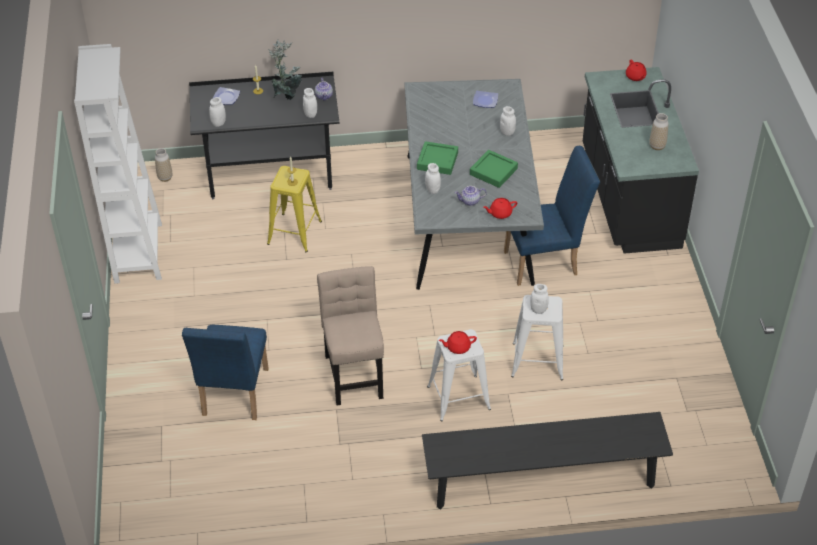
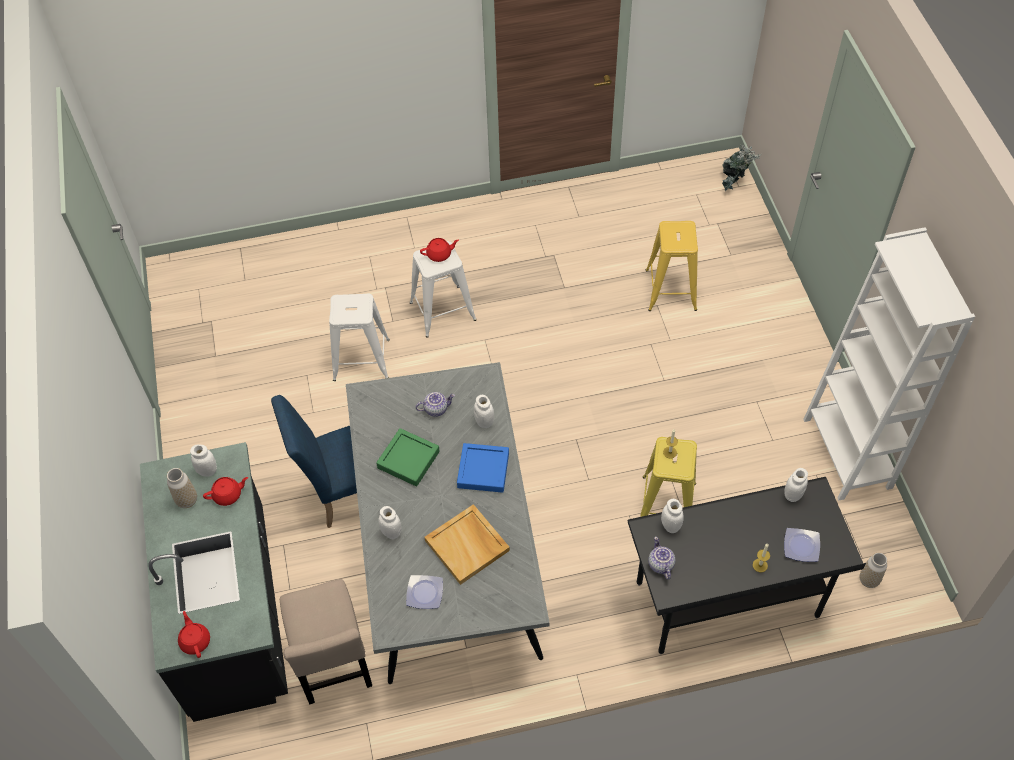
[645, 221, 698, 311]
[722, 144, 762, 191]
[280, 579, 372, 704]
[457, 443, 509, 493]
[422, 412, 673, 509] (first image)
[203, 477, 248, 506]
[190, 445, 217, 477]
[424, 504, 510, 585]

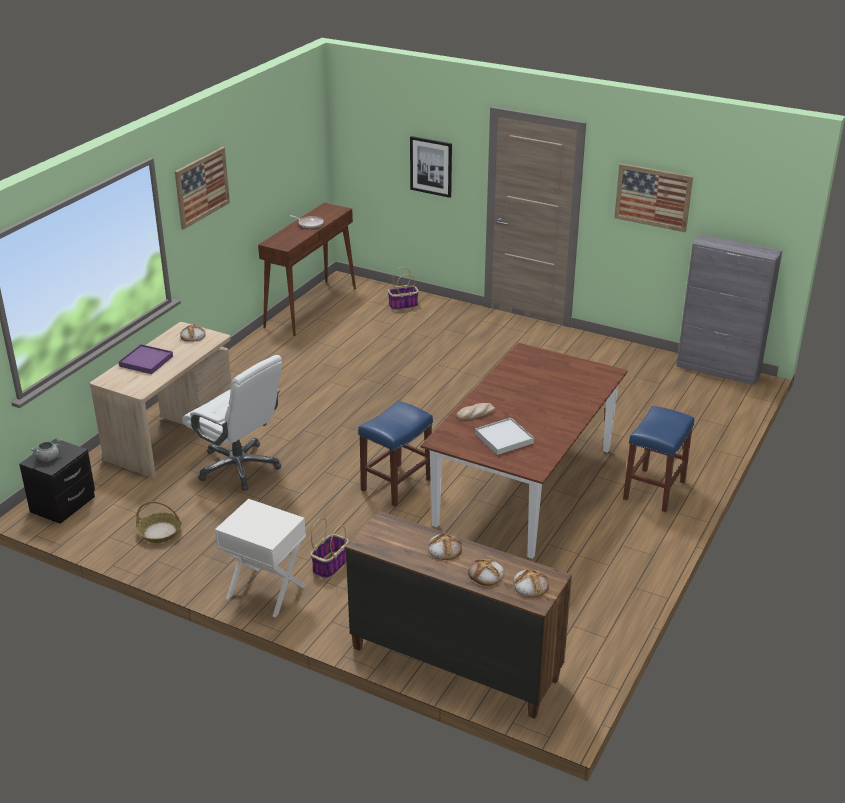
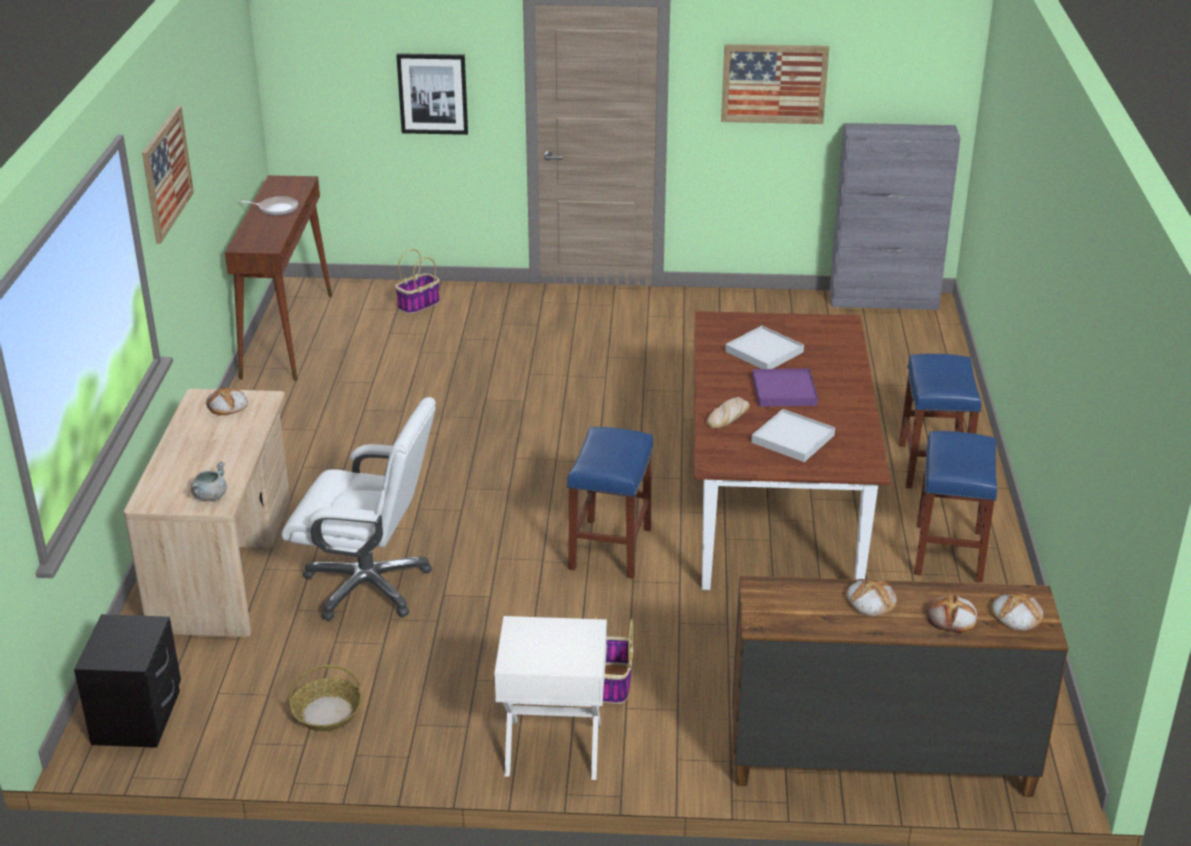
[191, 461, 227, 501]
[752, 368, 818, 407]
[725, 326, 804, 369]
[914, 431, 997, 583]

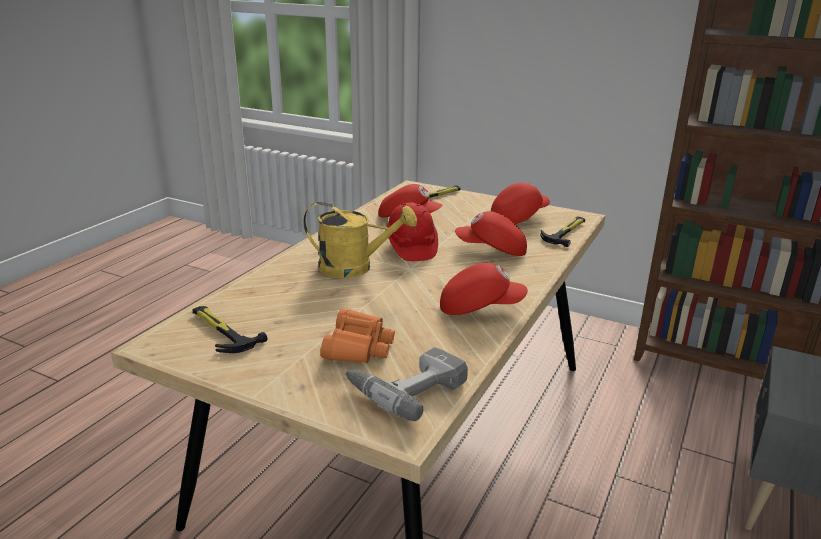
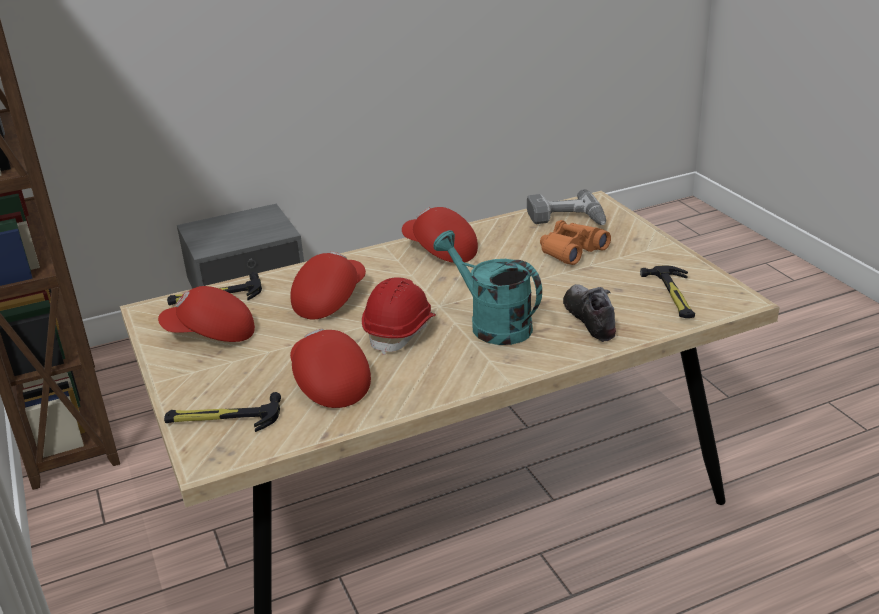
[433, 230, 542, 345]
[290, 251, 366, 319]
[563, 284, 616, 342]

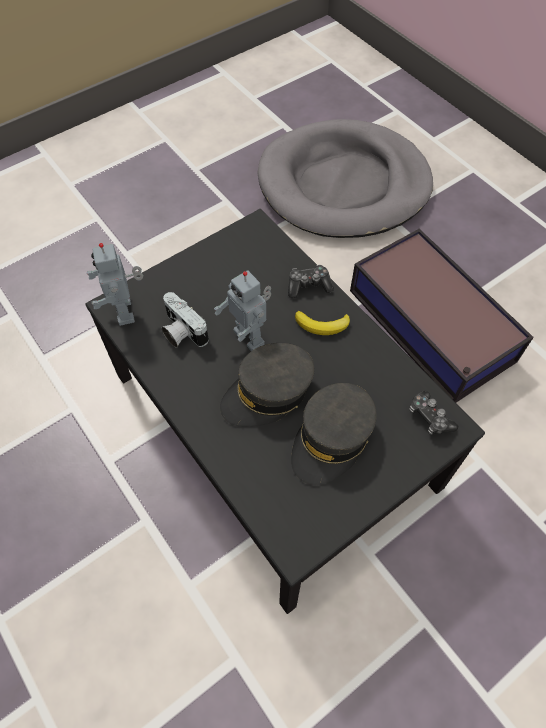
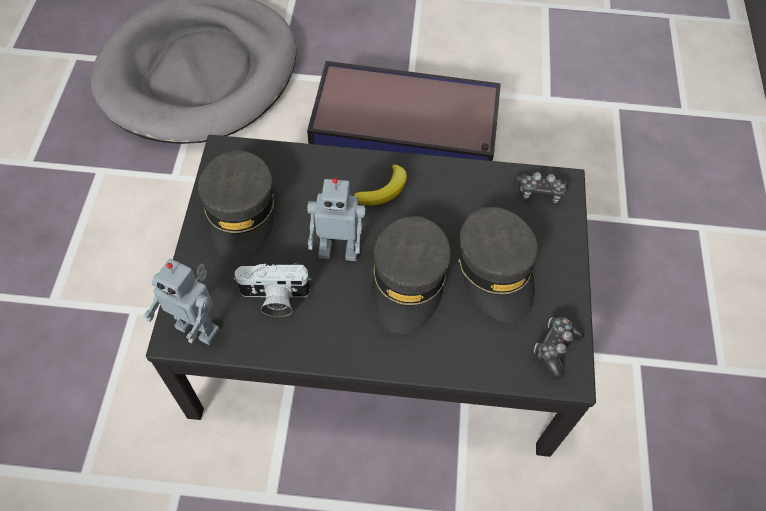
[534, 317, 584, 379]
[198, 151, 274, 261]

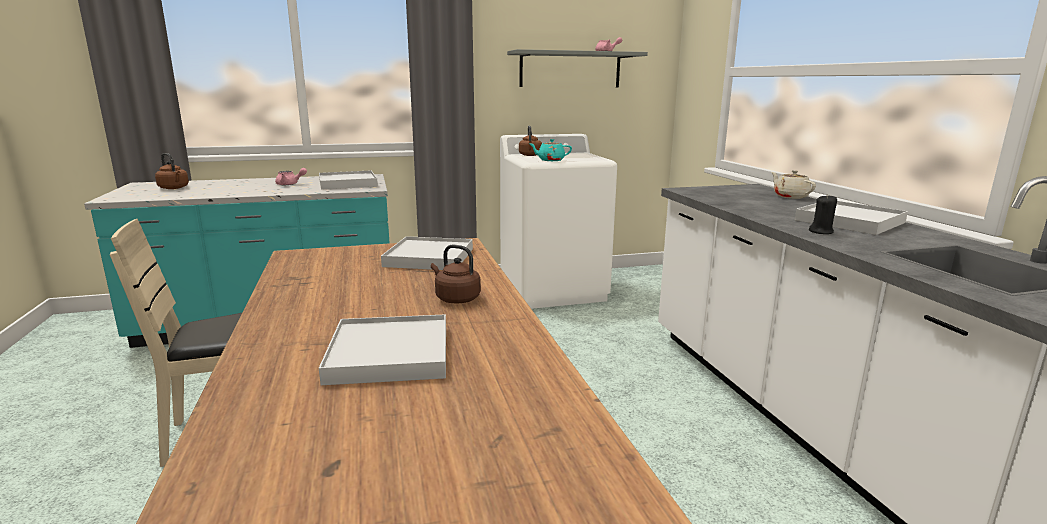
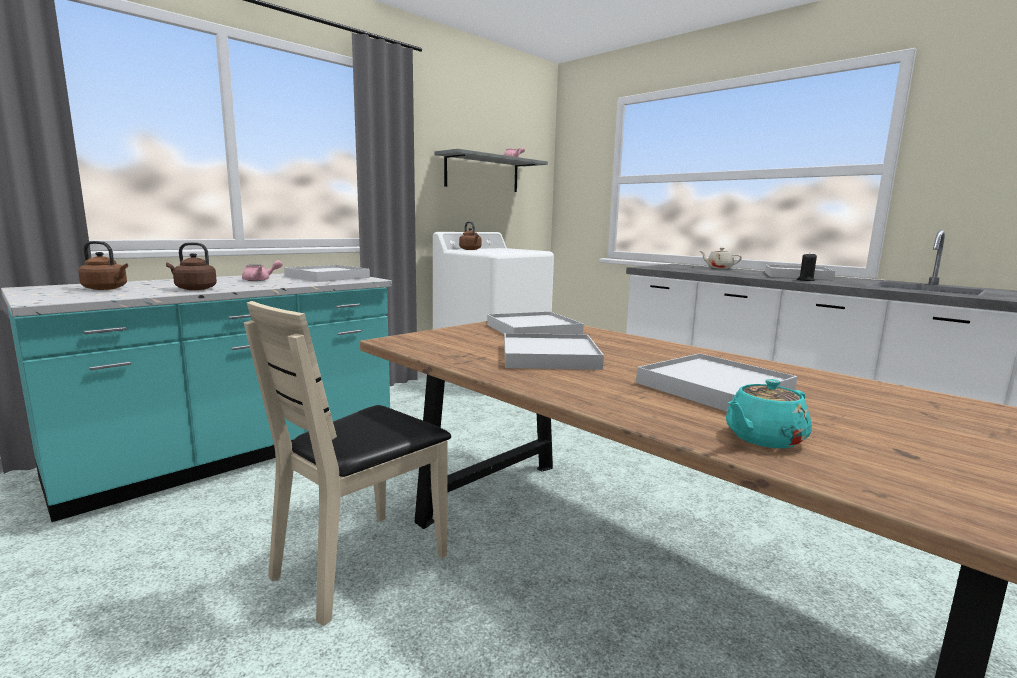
[166, 242, 217, 290]
[726, 379, 812, 448]
[504, 333, 604, 370]

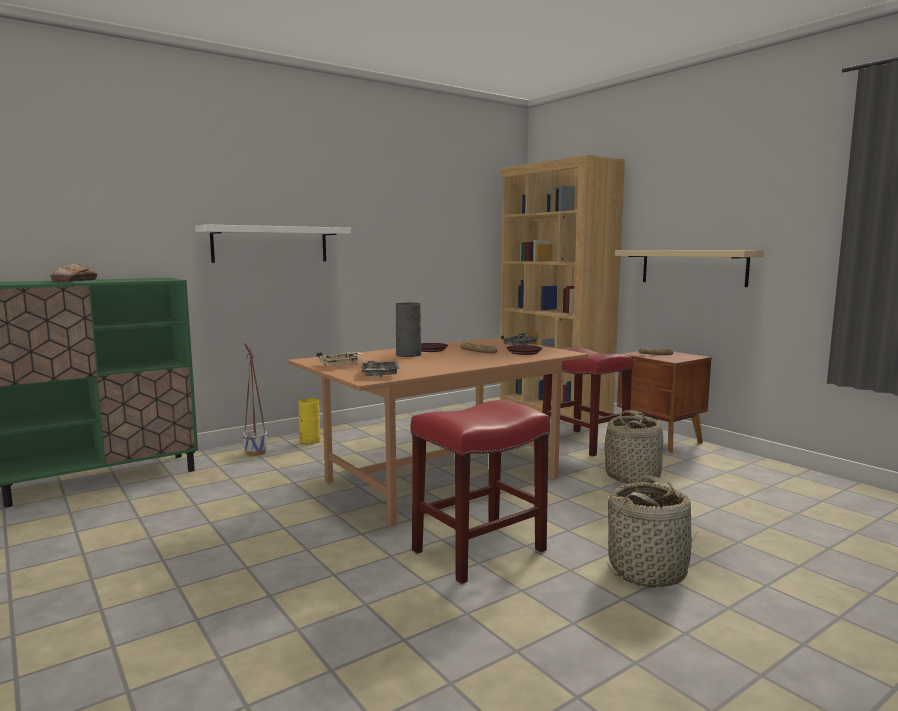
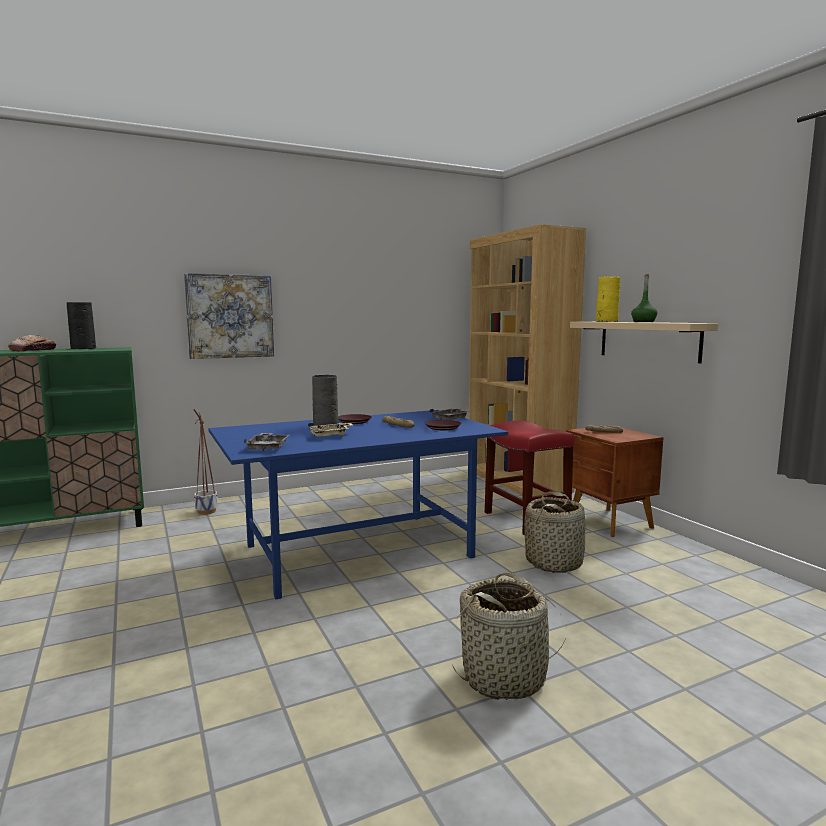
[184, 273, 274, 359]
[208, 410, 508, 600]
[596, 277, 620, 322]
[308, 422, 353, 437]
[411, 400, 550, 584] (first image)
[67, 302, 96, 349]
[631, 274, 658, 322]

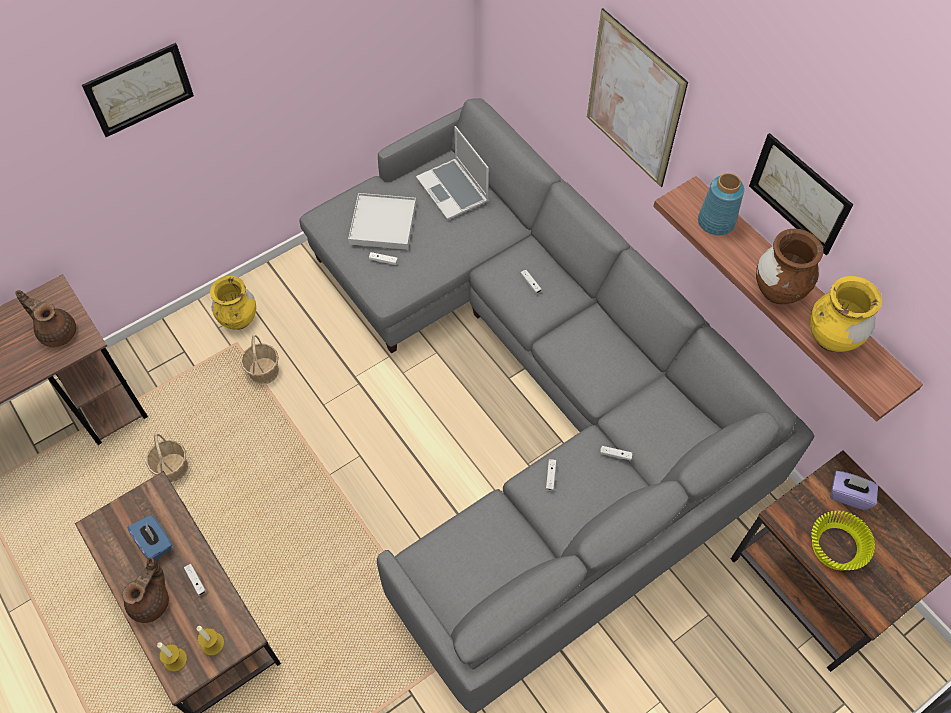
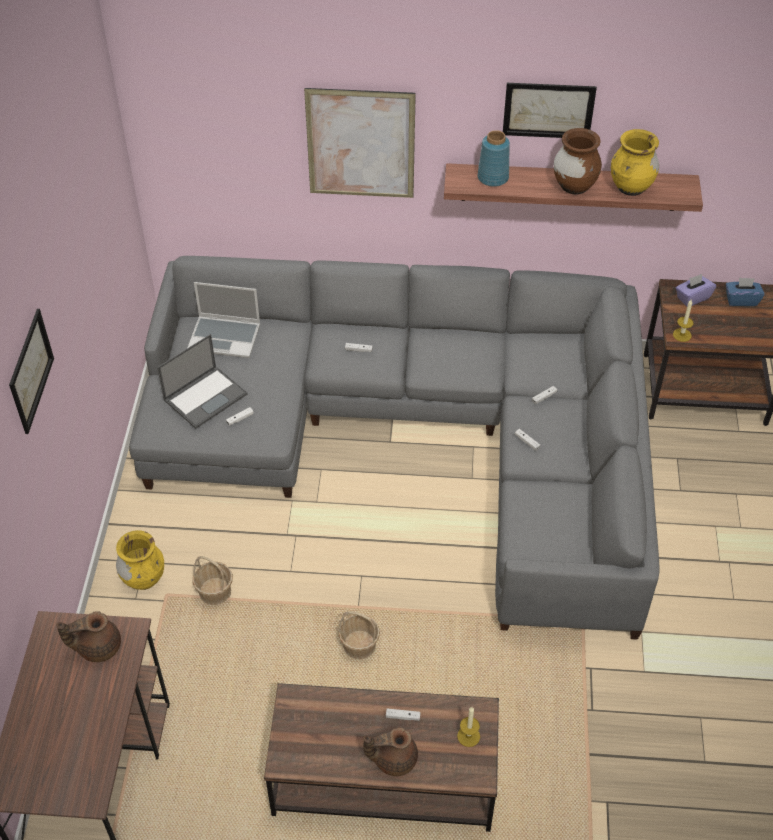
[363, 727, 418, 776]
[726, 277, 765, 306]
[338, 611, 380, 659]
[673, 300, 693, 342]
[157, 334, 248, 429]
[811, 511, 875, 570] (first image)

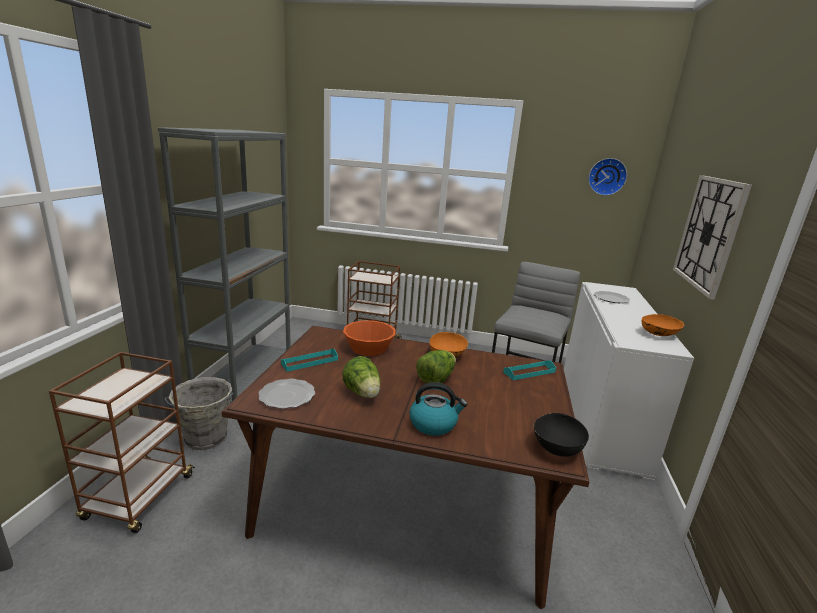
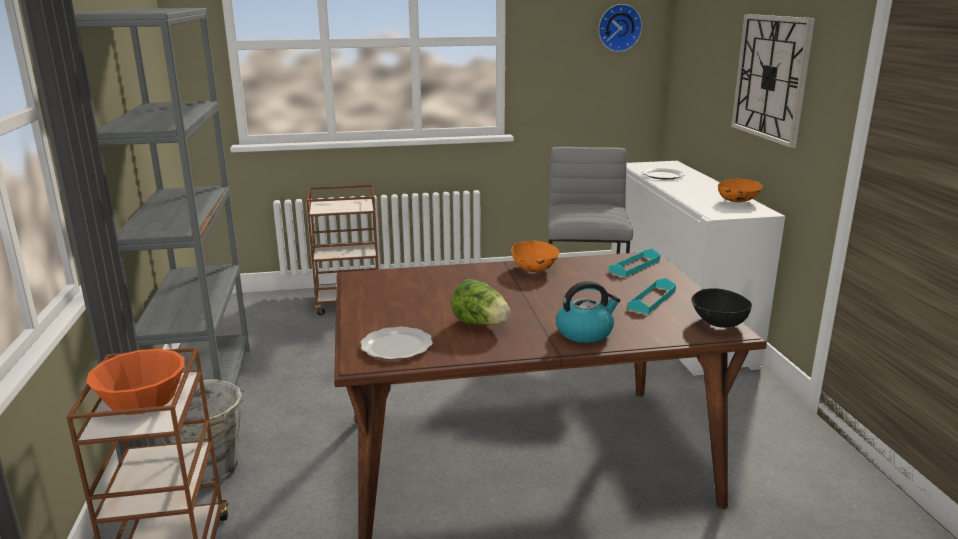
[627, 278, 676, 314]
[86, 349, 185, 415]
[416, 350, 456, 384] (first image)

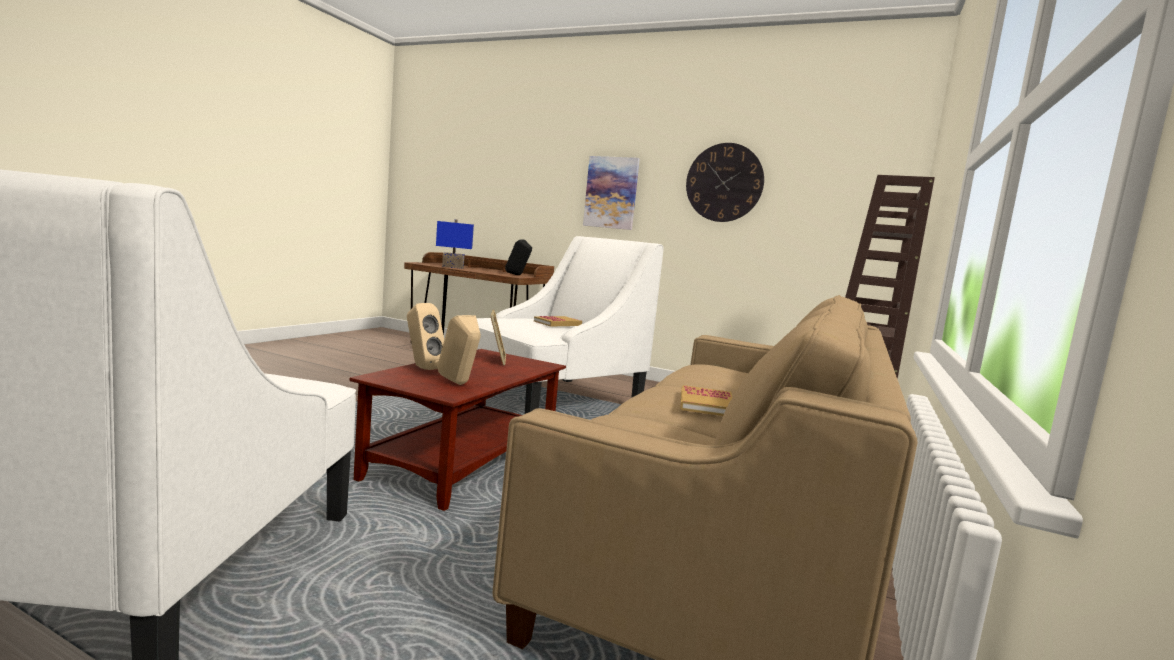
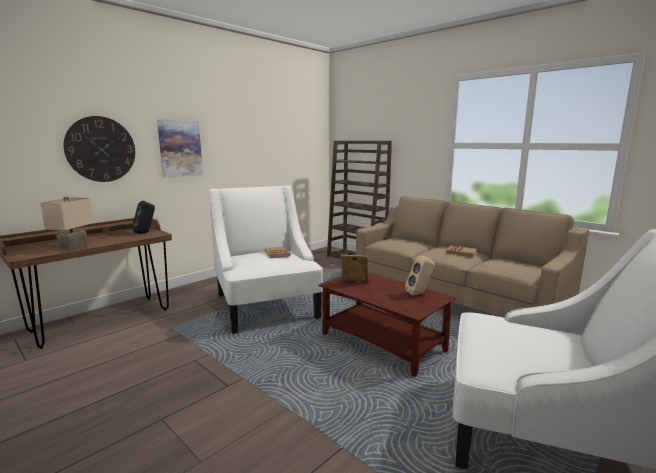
[407, 303, 444, 370] (first image)
[40, 196, 94, 250]
[63, 116, 135, 182]

